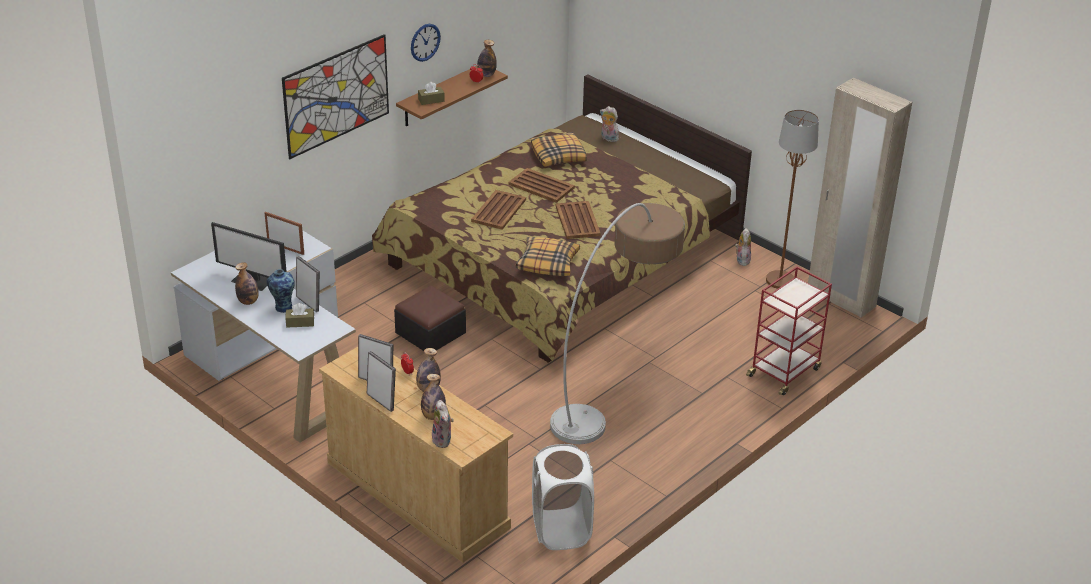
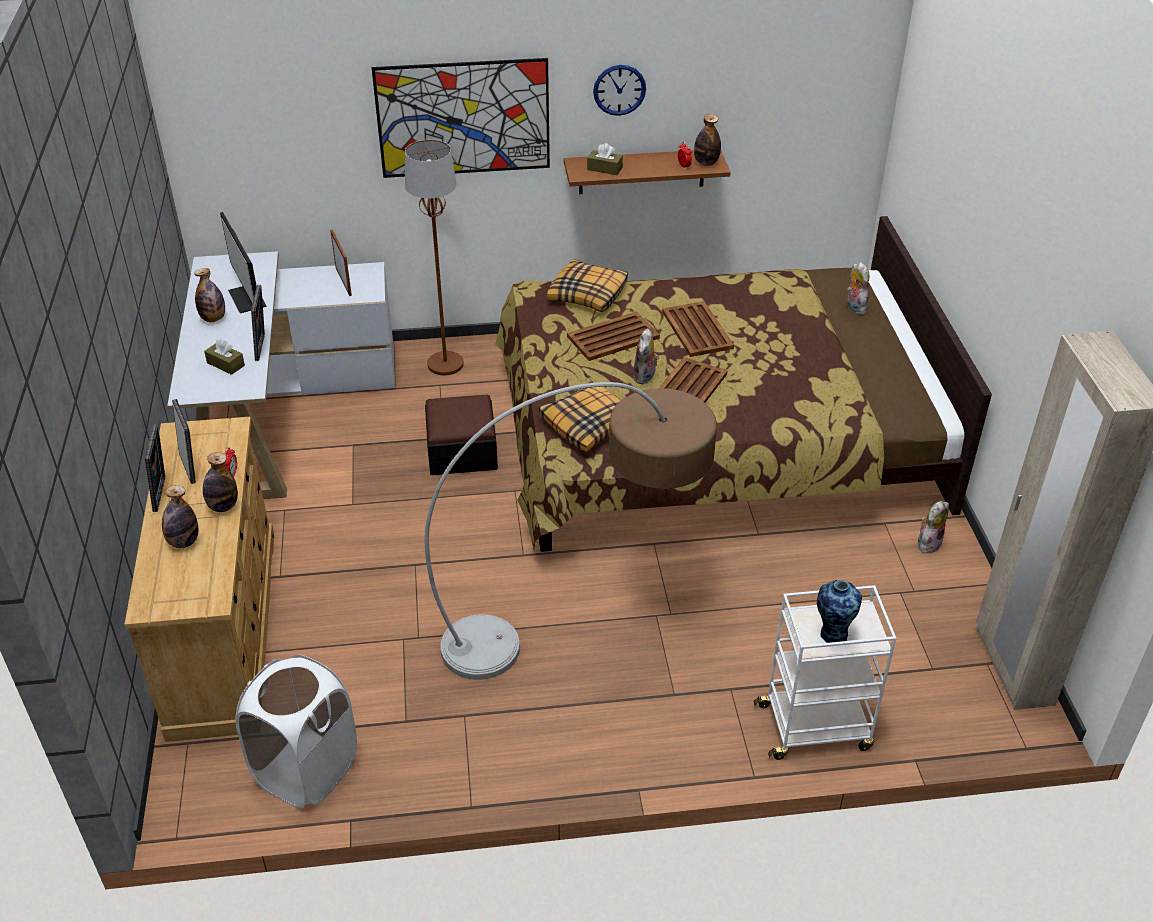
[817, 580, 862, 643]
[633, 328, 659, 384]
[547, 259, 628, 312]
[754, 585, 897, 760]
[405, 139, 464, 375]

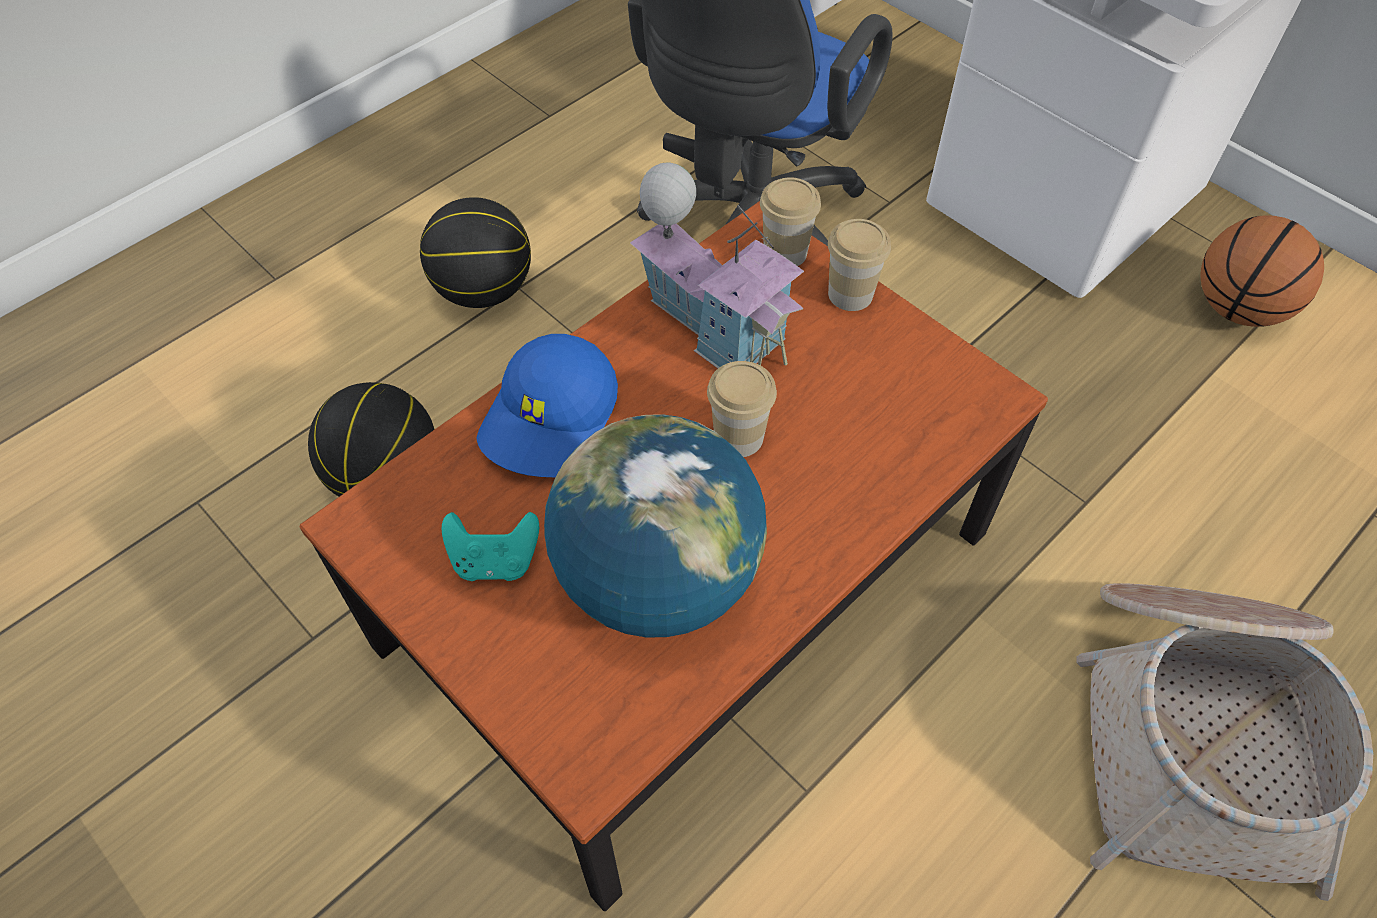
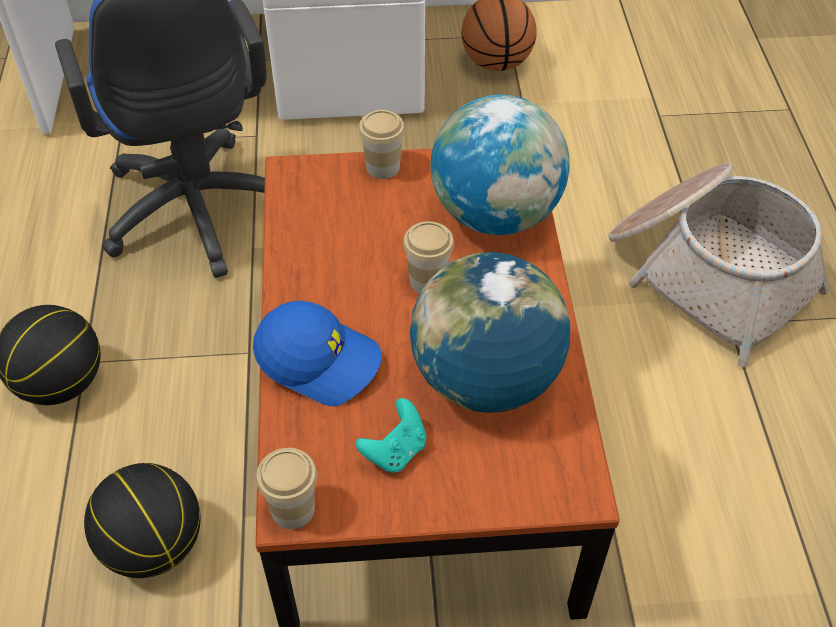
[253, 301, 382, 406]
[630, 162, 804, 368] (first image)
[256, 448, 317, 529]
[431, 95, 570, 235]

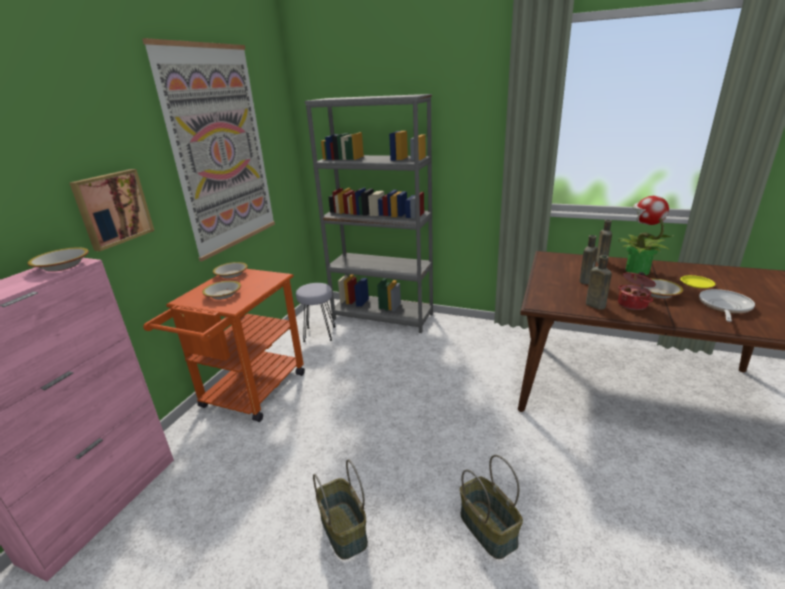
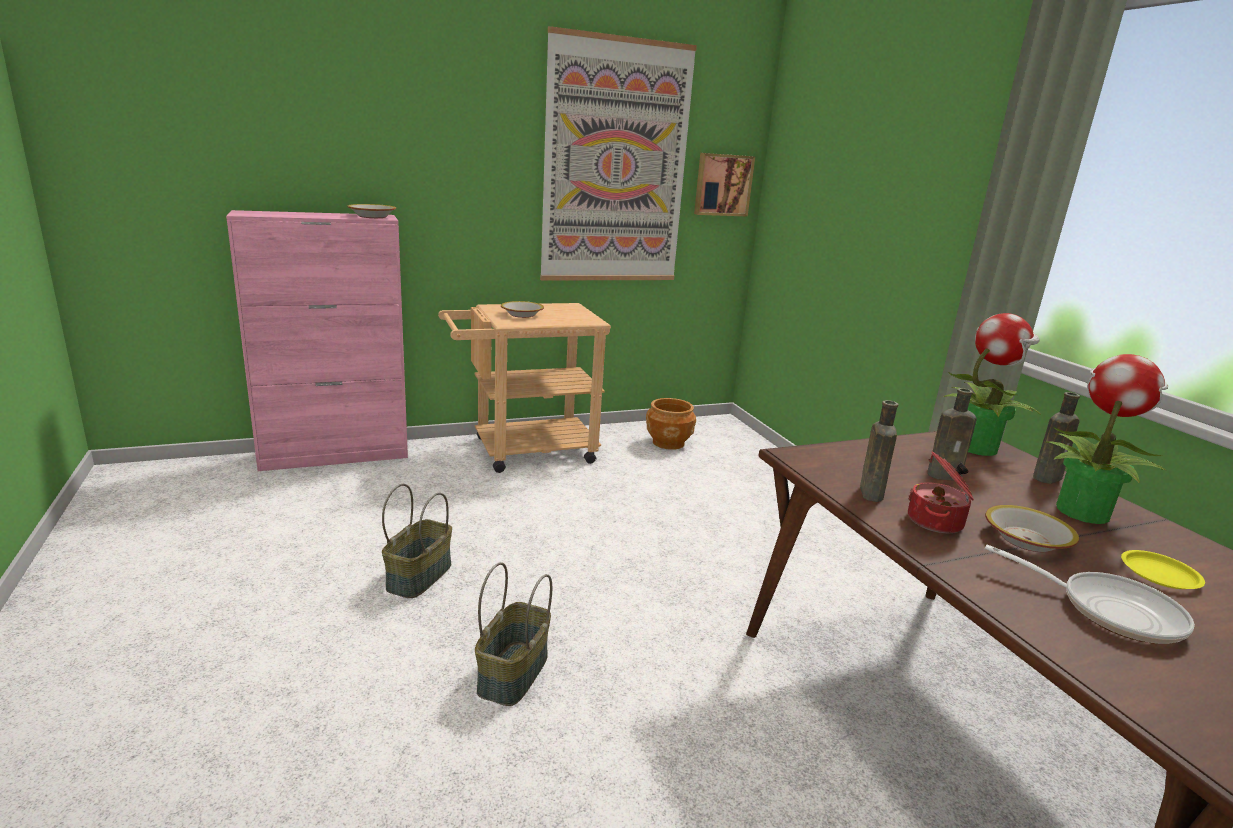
[694, 153, 755, 217]
[438, 303, 611, 473]
[213, 262, 248, 279] (first image)
[646, 398, 696, 450]
[305, 94, 433, 333] (first image)
[985, 544, 1195, 644]
[944, 313, 1041, 456]

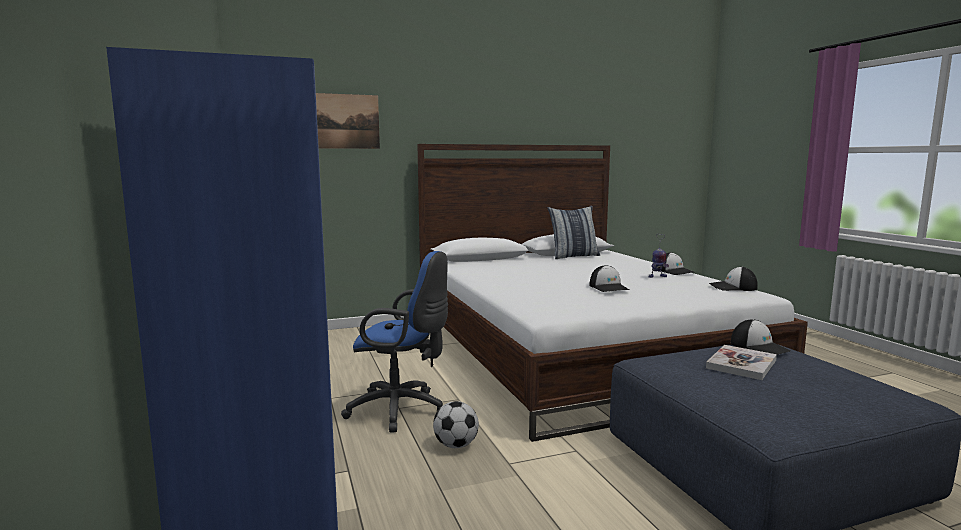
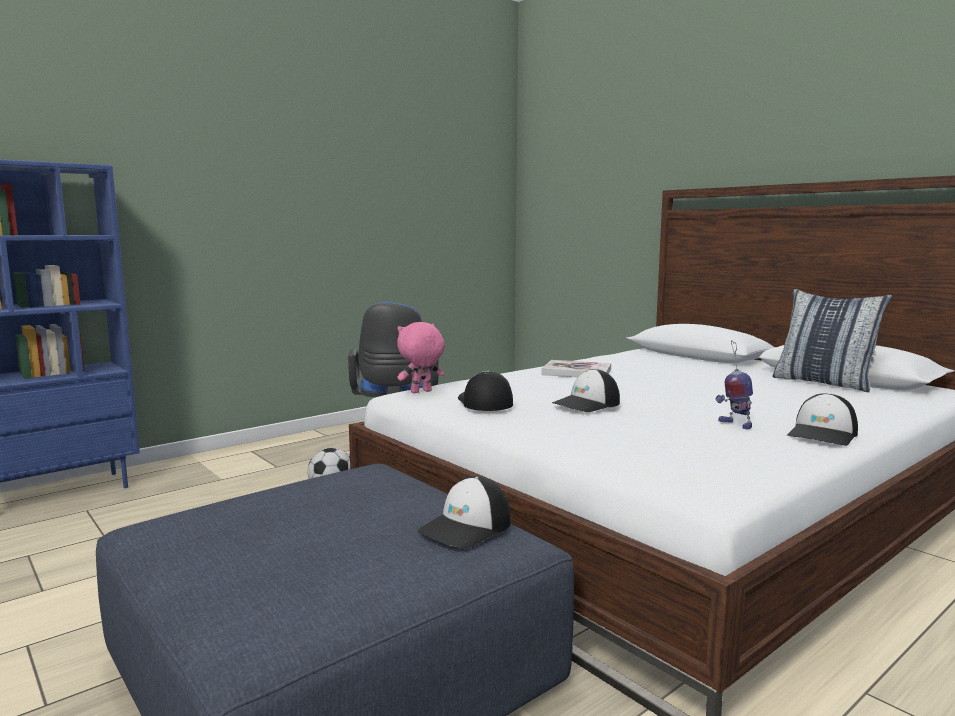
[316, 93, 380, 149] (first image)
[541, 360, 611, 377]
[458, 371, 513, 411]
[397, 322, 445, 393]

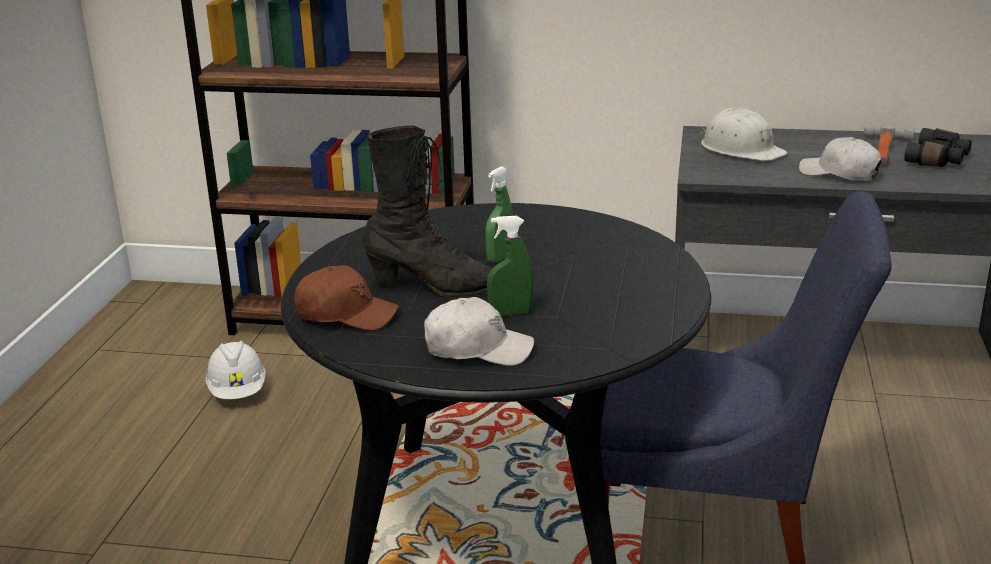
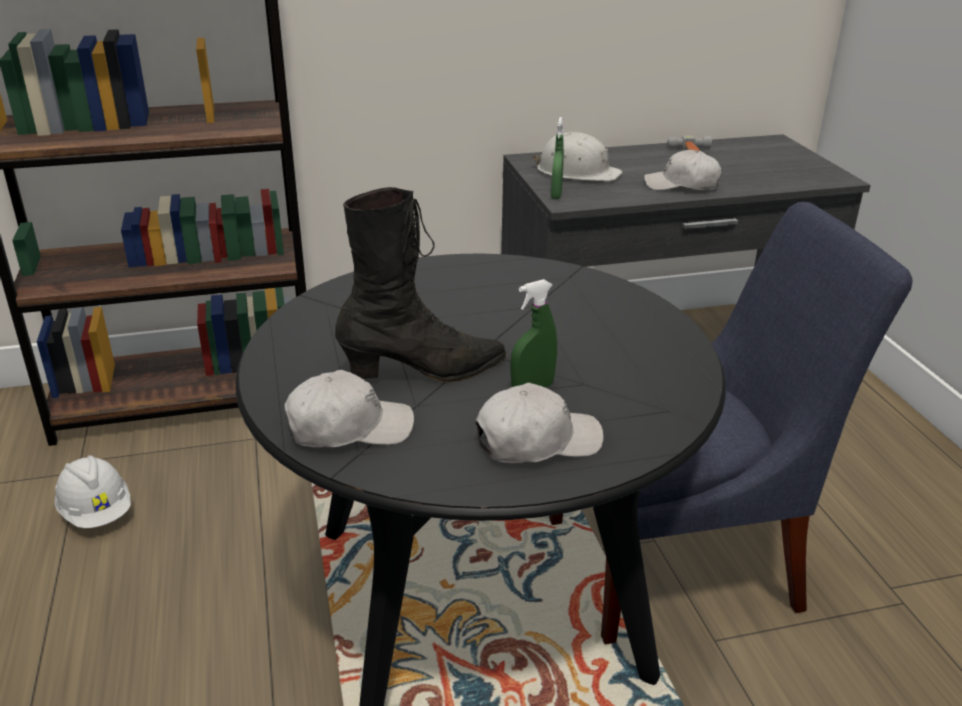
[285, 370, 414, 448]
[551, 117, 564, 199]
[904, 128, 972, 167] (first image)

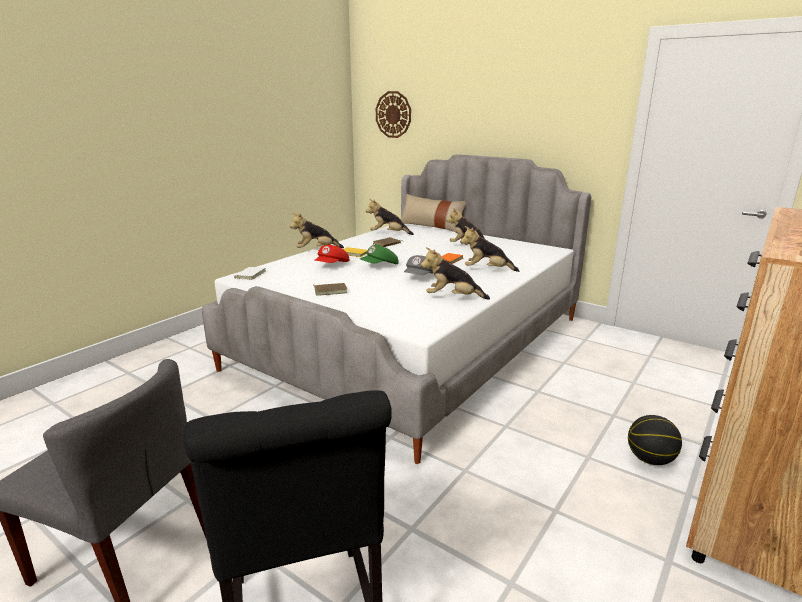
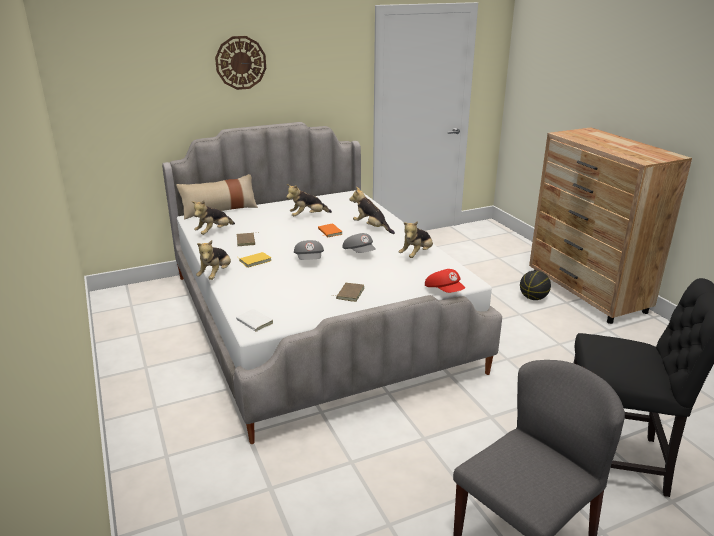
[425, 269, 465, 293]
[294, 240, 324, 260]
[215, 36, 266, 90]
[349, 187, 395, 234]

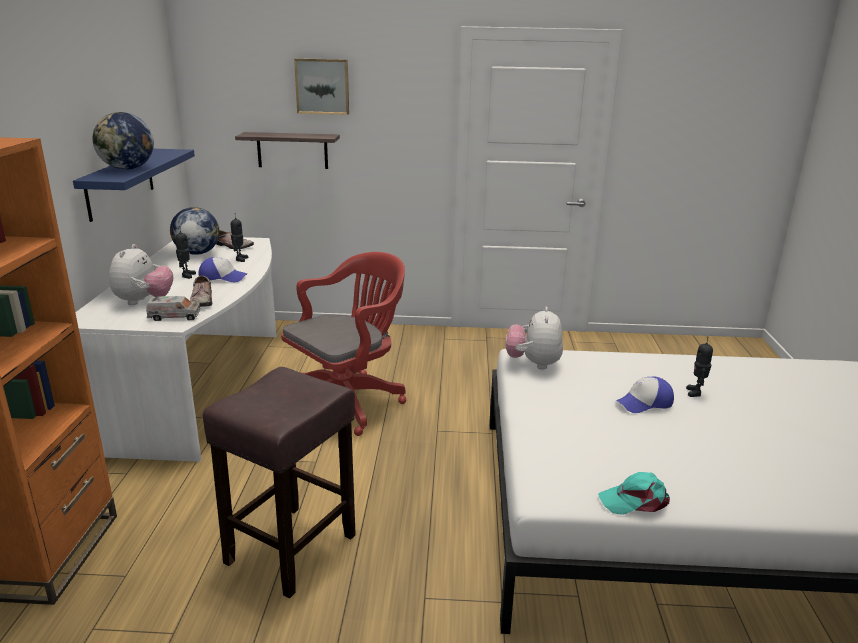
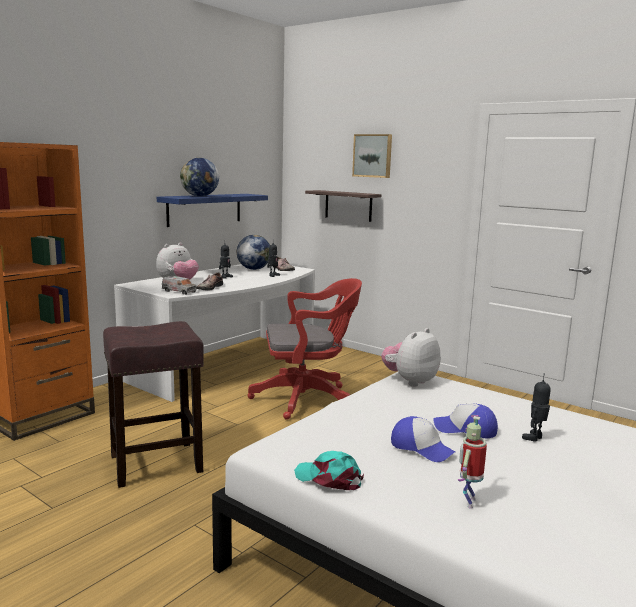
[391, 416, 455, 462]
[458, 415, 487, 509]

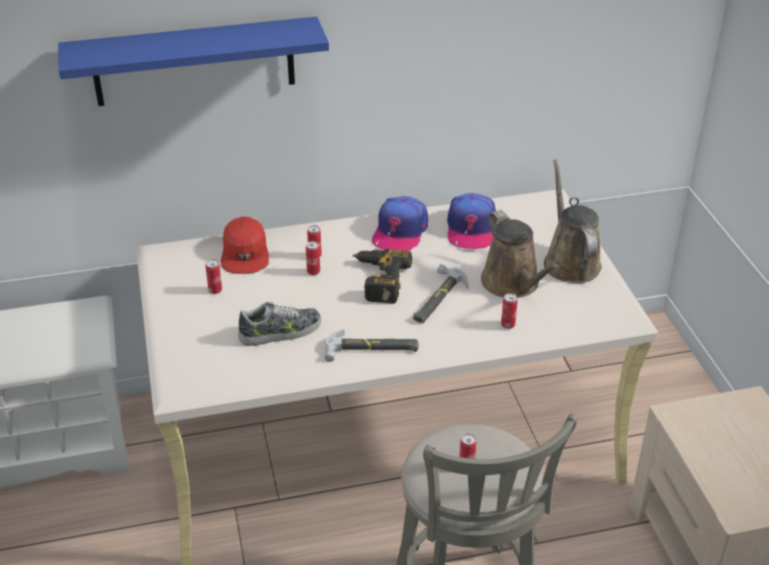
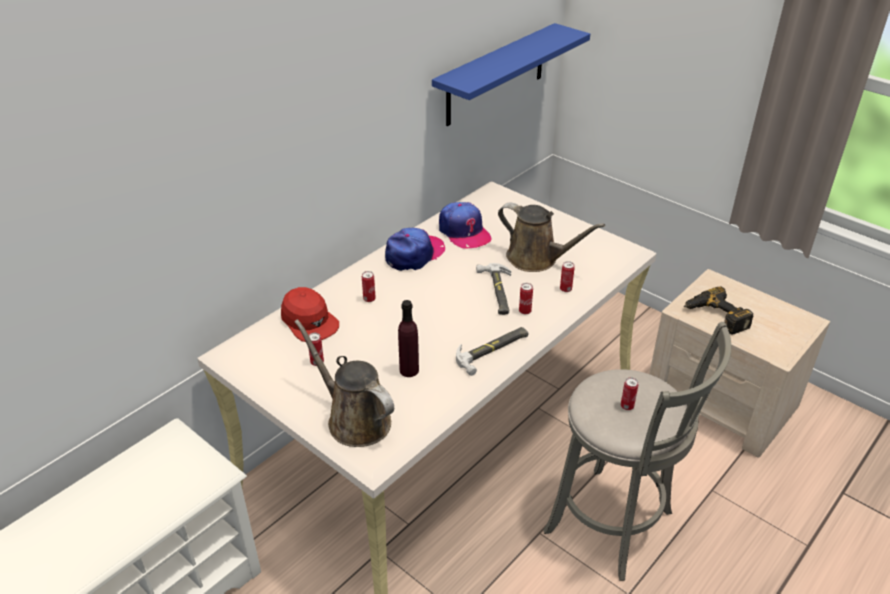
[432, 23, 590, 126]
[398, 300, 419, 377]
[519, 283, 533, 315]
[684, 286, 754, 335]
[385, 228, 445, 271]
[294, 319, 394, 447]

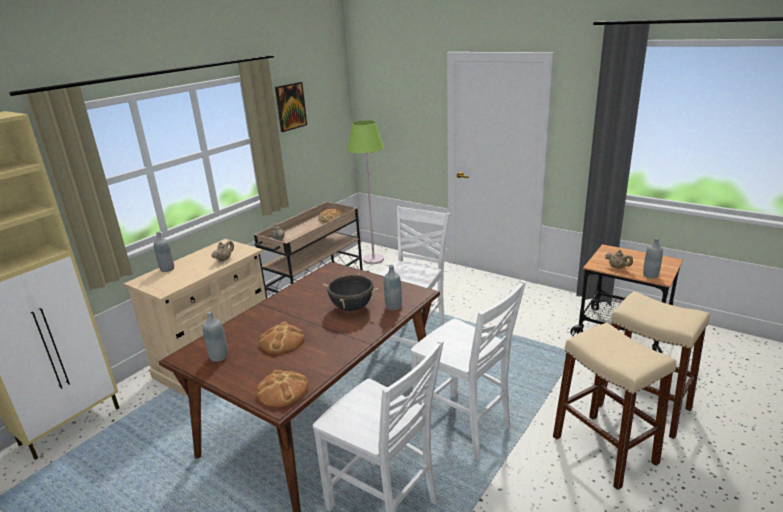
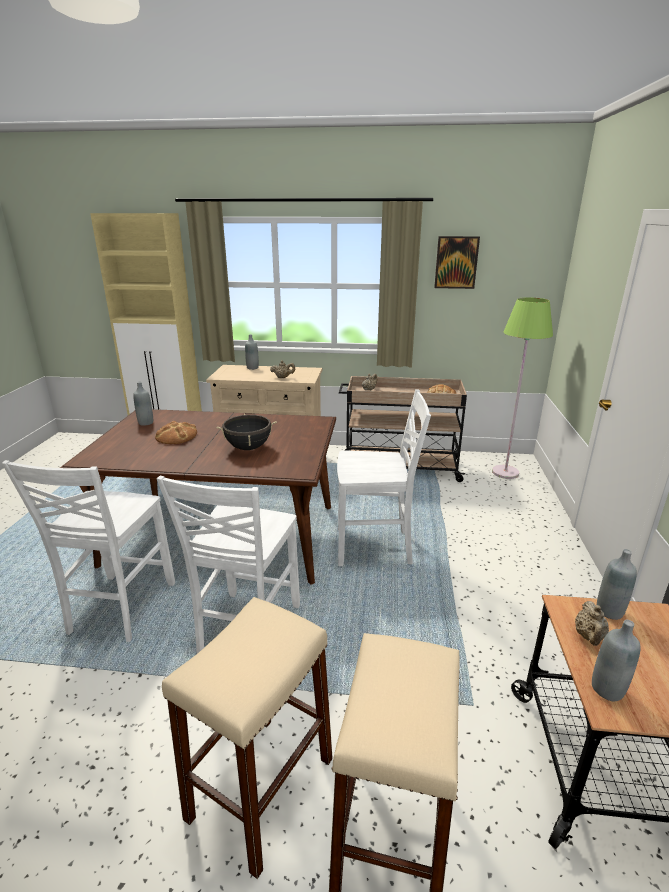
[256, 369, 308, 407] (first image)
[597, 549, 637, 620]

